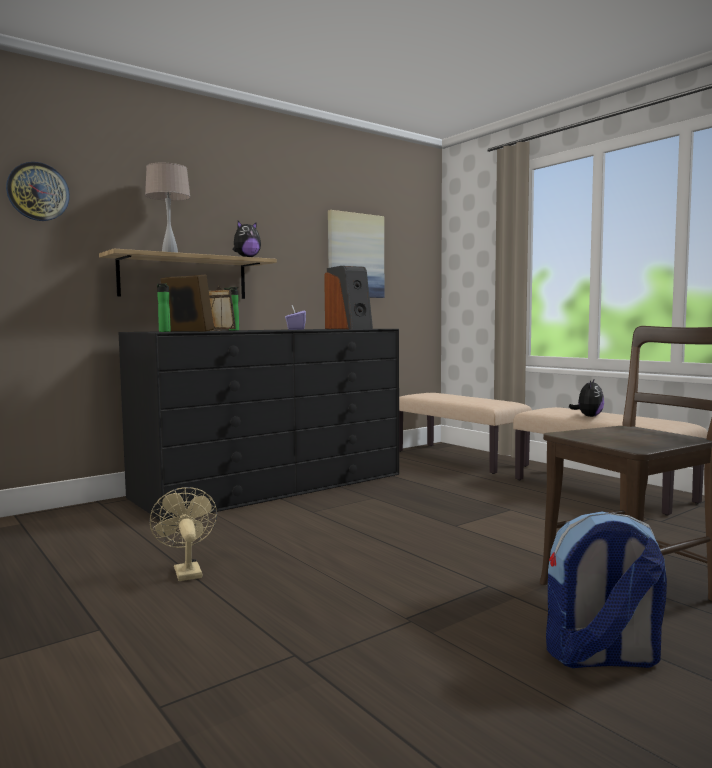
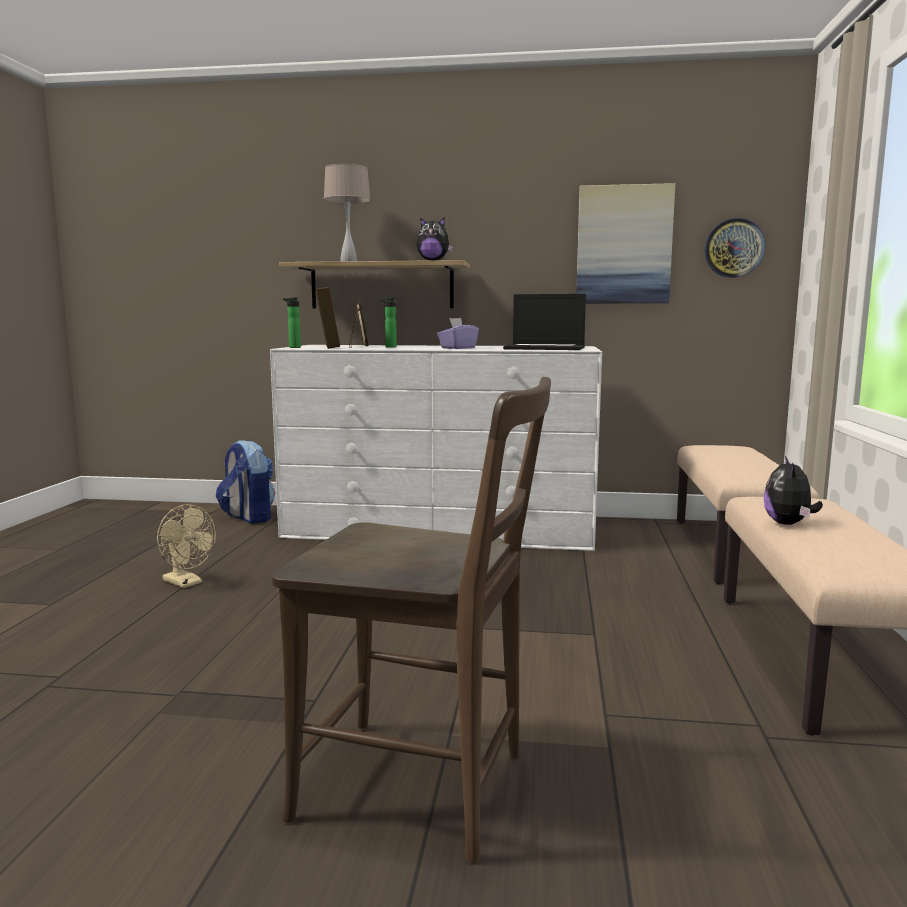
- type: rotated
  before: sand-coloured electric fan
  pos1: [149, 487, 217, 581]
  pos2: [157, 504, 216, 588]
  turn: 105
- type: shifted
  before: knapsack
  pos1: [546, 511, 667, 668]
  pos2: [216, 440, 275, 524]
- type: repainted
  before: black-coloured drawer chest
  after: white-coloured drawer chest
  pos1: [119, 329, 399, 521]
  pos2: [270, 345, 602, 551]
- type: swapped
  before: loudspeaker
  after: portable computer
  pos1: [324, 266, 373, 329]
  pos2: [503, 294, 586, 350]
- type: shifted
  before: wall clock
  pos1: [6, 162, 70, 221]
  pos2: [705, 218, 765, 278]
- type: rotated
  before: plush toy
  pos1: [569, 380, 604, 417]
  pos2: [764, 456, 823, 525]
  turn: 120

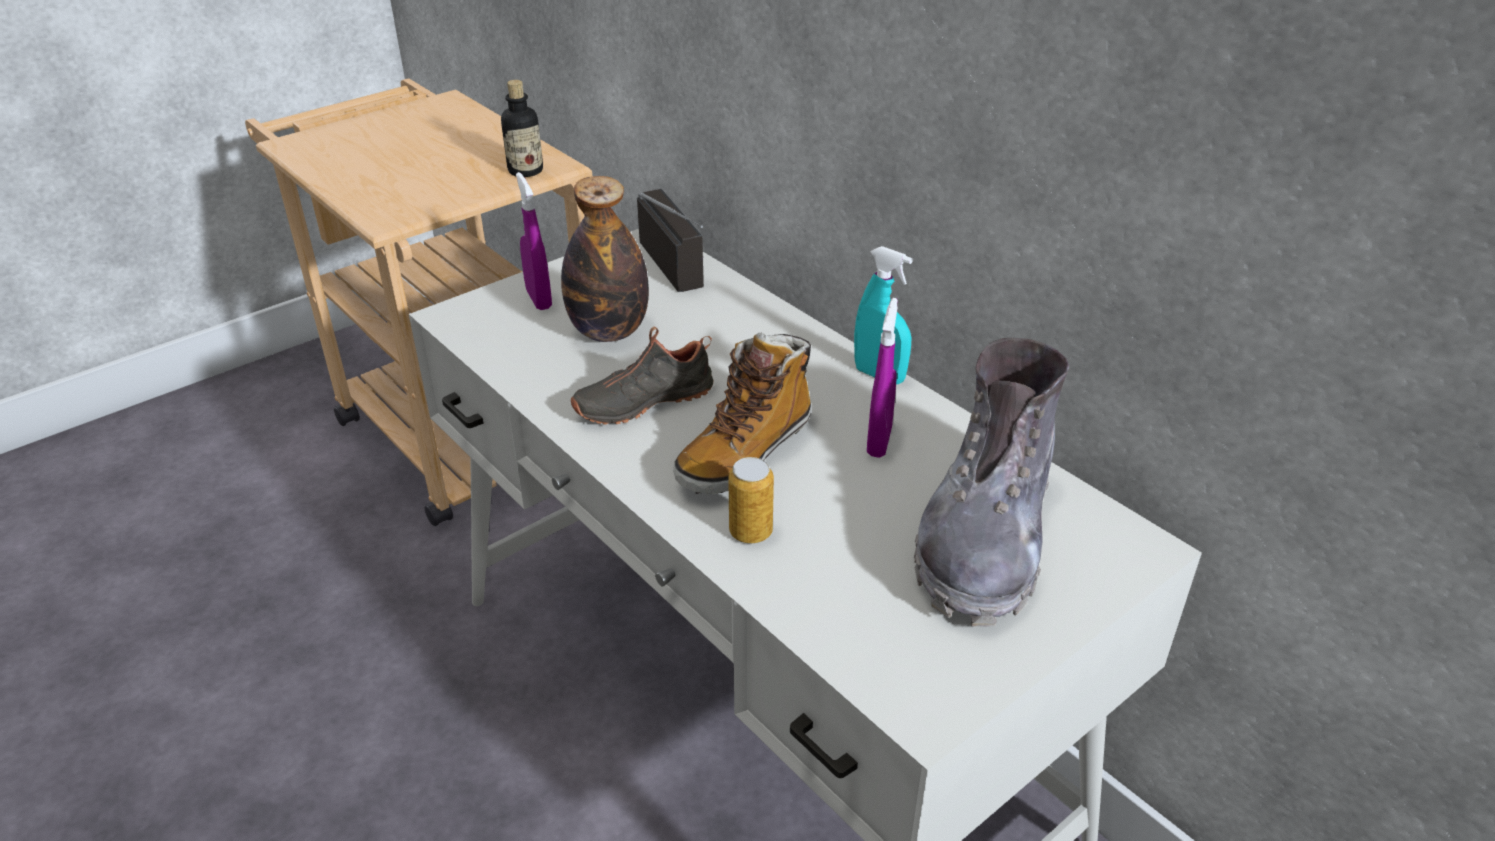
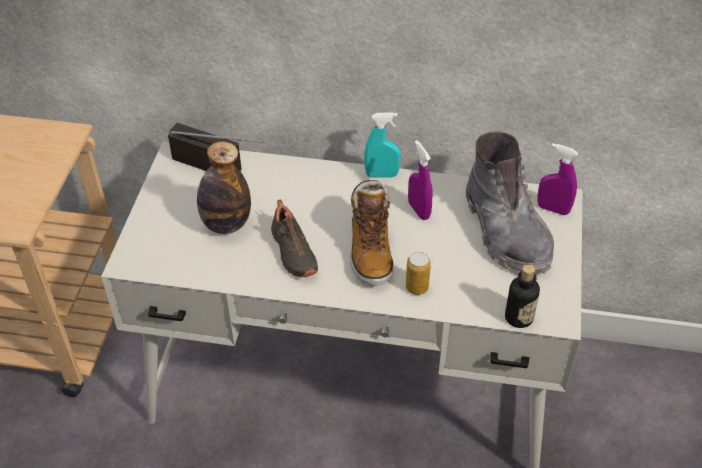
- type: rotated
  before: black-coloured item of footwear
  pos1: [571, 327, 713, 425]
  pos2: [271, 200, 318, 277]
  turn: -45
- type: shifted
  before: beverage bottle
  pos1: [501, 80, 543, 177]
  pos2: [505, 264, 540, 328]
- type: shifted
  before: purplish spray bottle
  pos1: [516, 172, 552, 310]
  pos2: [538, 143, 578, 215]

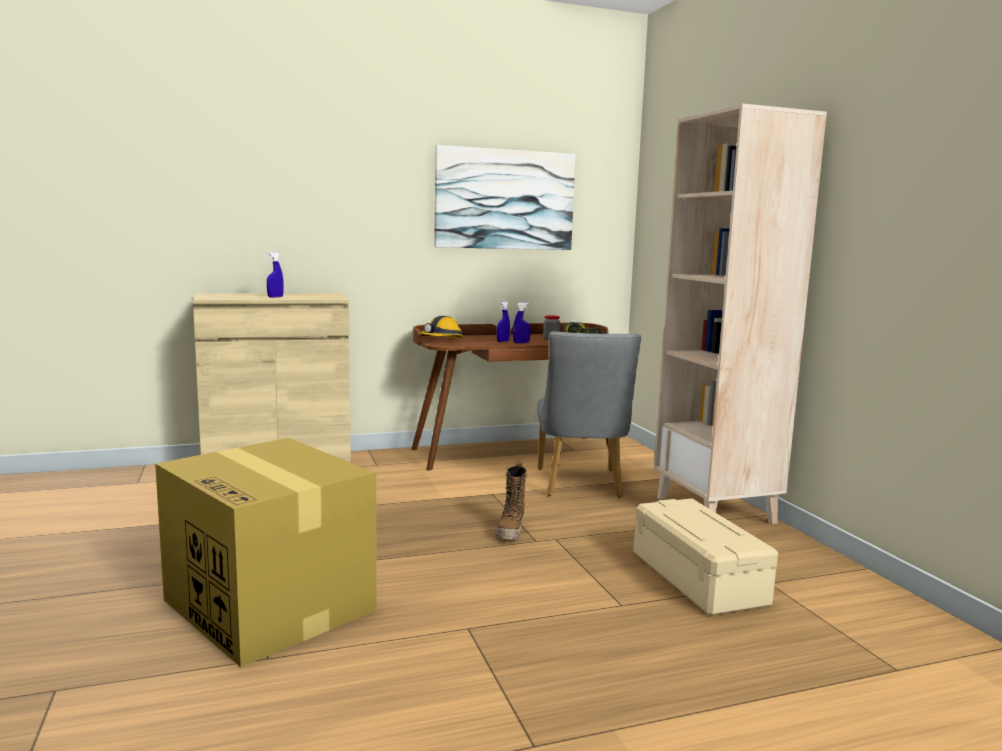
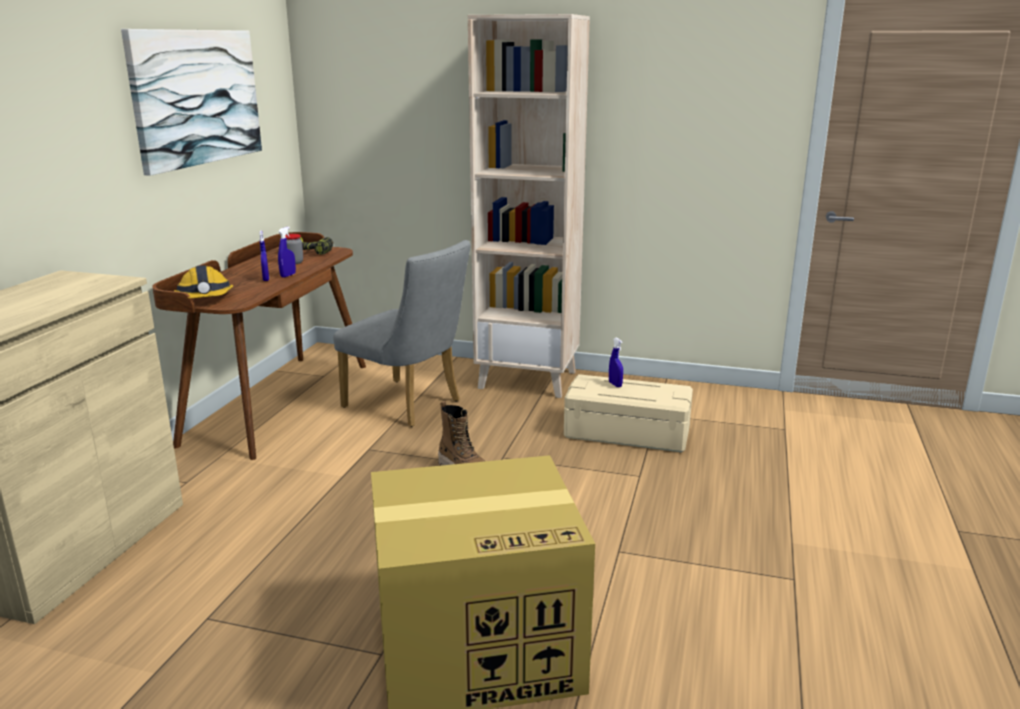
- type: shifted
  before: blue-coloured spray bottle
  pos1: [267, 252, 284, 298]
  pos2: [609, 338, 623, 387]

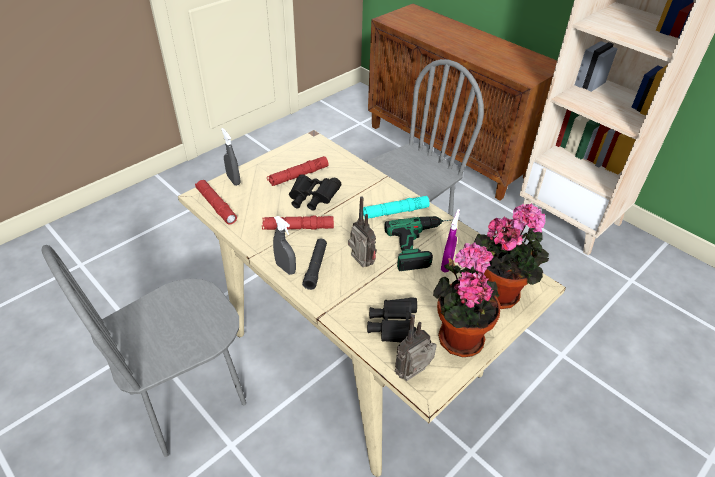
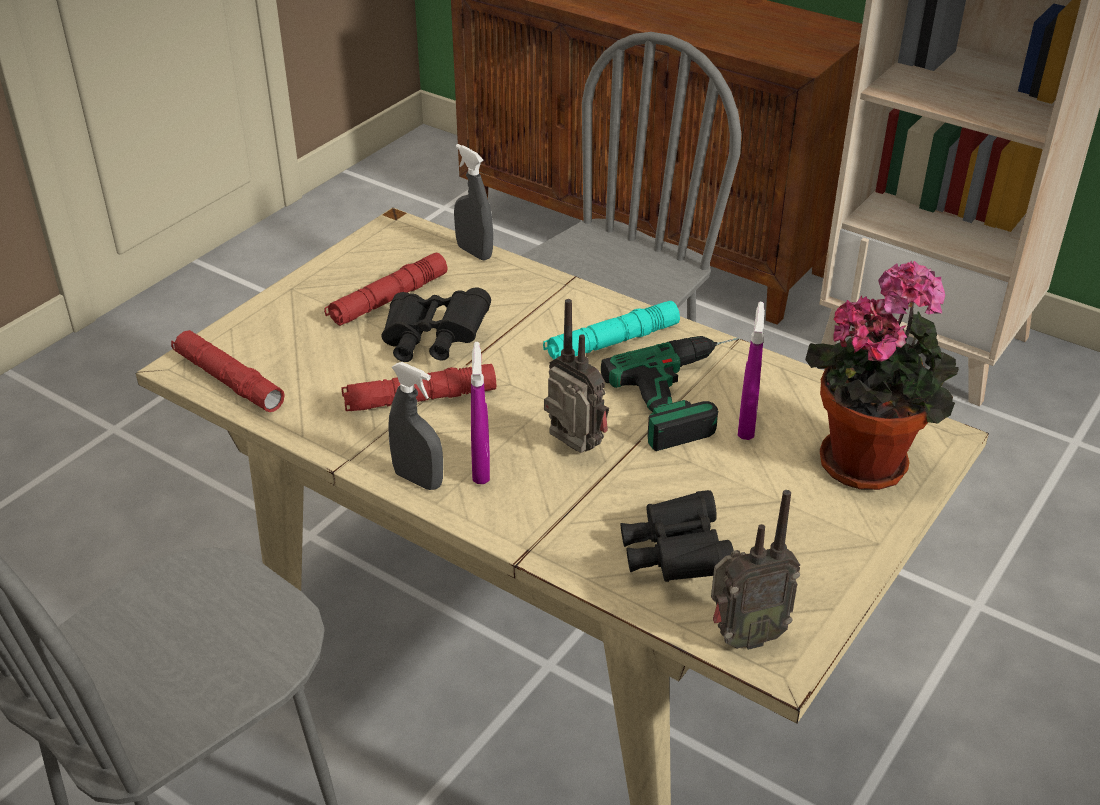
- type: shifted
  before: greyish spray bottle
  pos1: [221, 128, 241, 186]
  pos2: [454, 144, 493, 261]
- type: swapped
  before: black-coloured torch
  after: purplish spray bottle
  pos1: [302, 239, 327, 290]
  pos2: [471, 342, 490, 484]
- type: rotated
  before: radio
  pos1: [394, 314, 437, 381]
  pos2: [711, 490, 800, 650]
  turn: -150
- type: gone
  before: plant in a pot
  pos1: [433, 242, 501, 357]

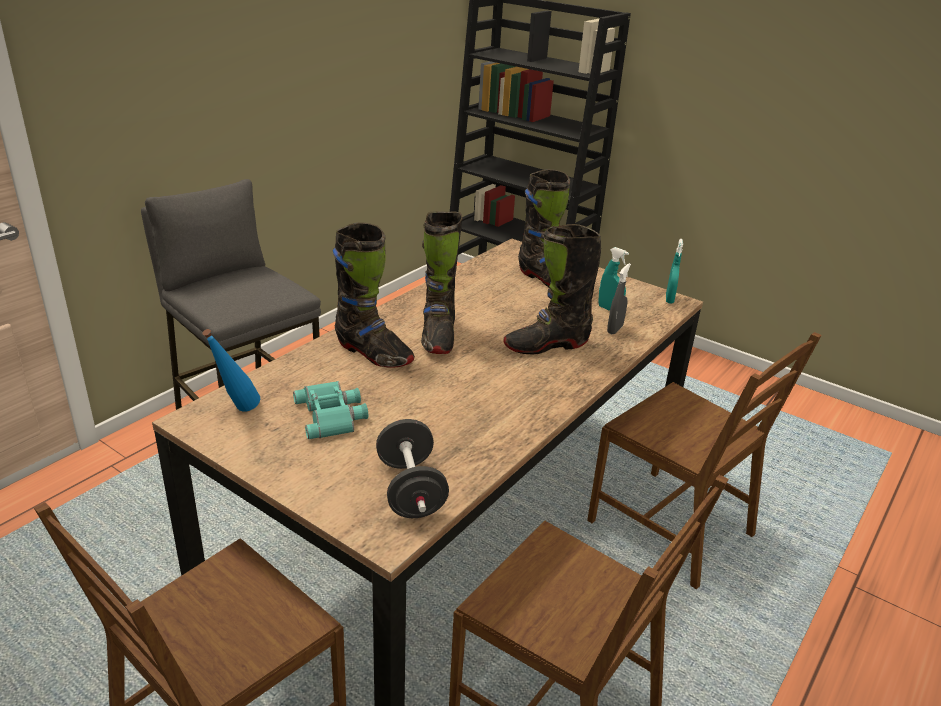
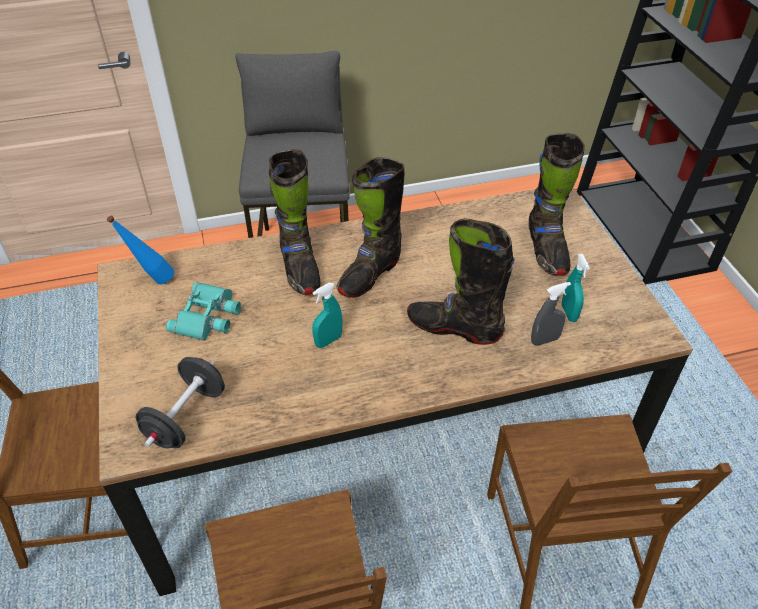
- type: shifted
  before: turquoise-coloured spray bottle
  pos1: [666, 239, 683, 304]
  pos2: [312, 283, 342, 348]

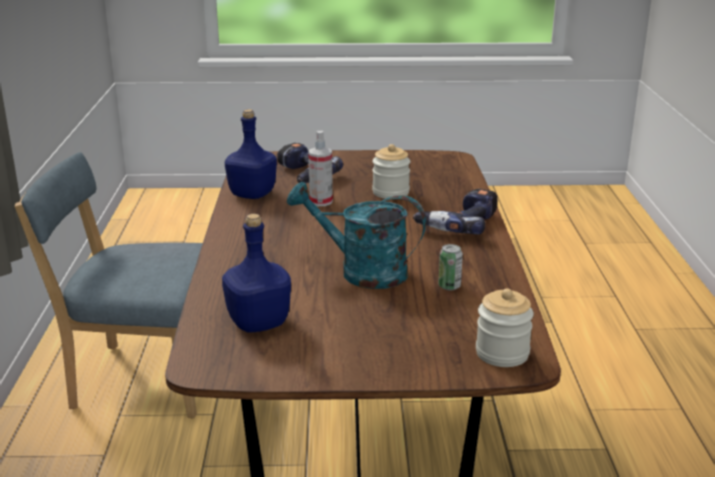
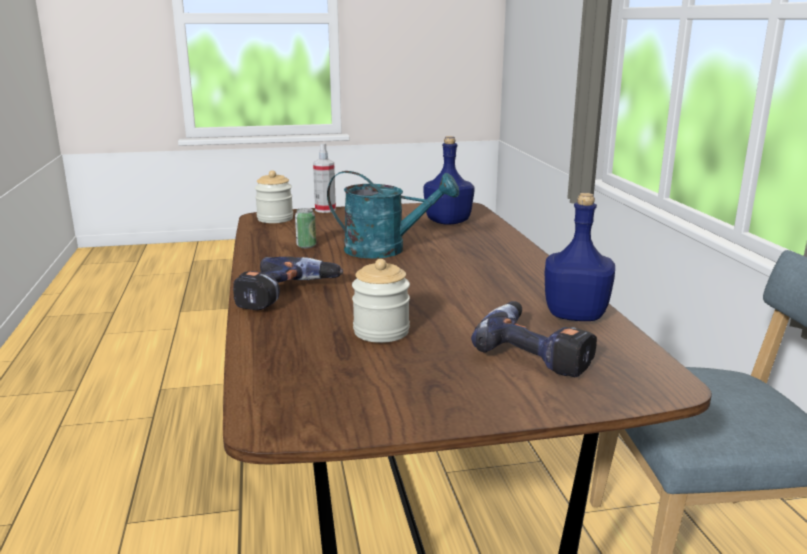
- type: shifted
  before: spray bottle
  pos1: [308, 131, 333, 206]
  pos2: [313, 143, 336, 213]

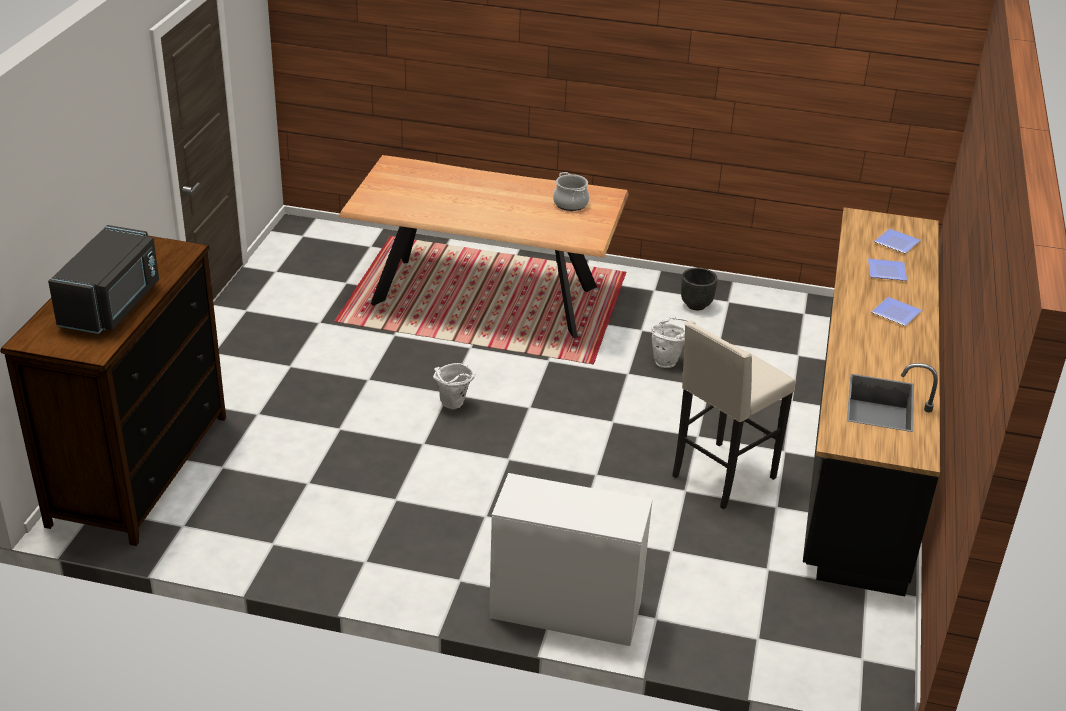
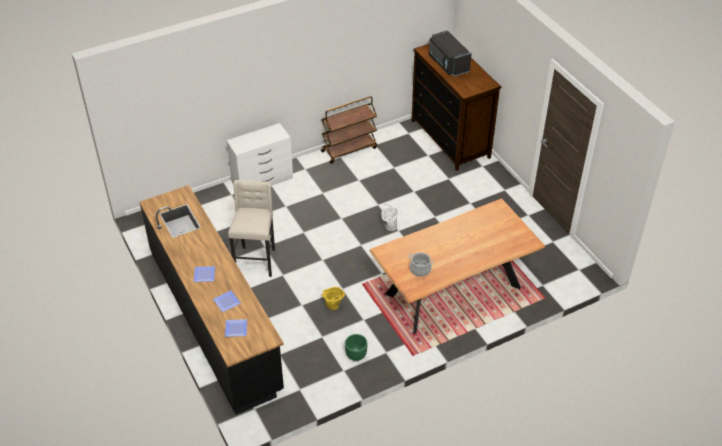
- type: new
  after: brown-coloured trolley
  pos2: [321, 96, 377, 164]
- type: repainted
  before: white-coloured bucket
  after: yellow-coloured bucket
  pos1: [651, 317, 689, 368]
  pos2: [322, 287, 345, 310]
- type: repainted
  before: black-coloured planter
  after: green planter
  pos1: [681, 267, 718, 310]
  pos2: [345, 334, 367, 361]

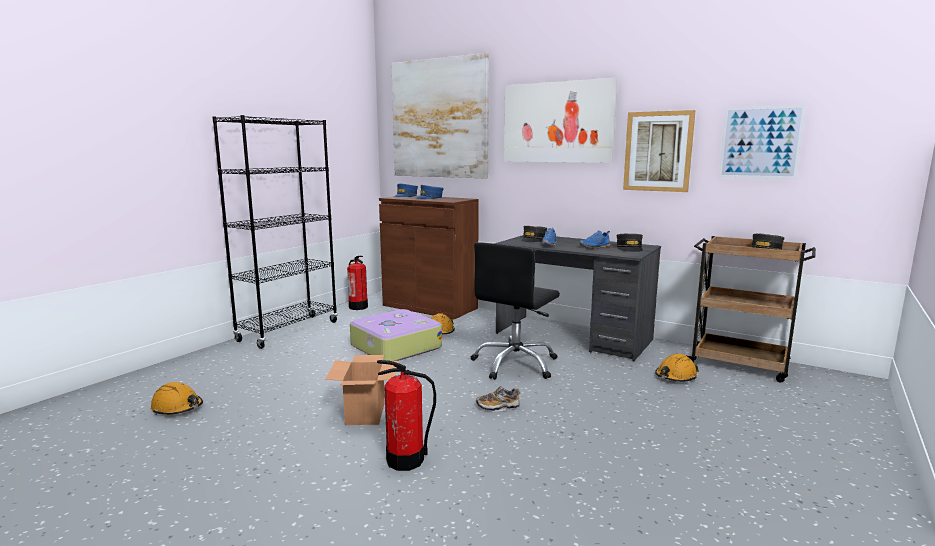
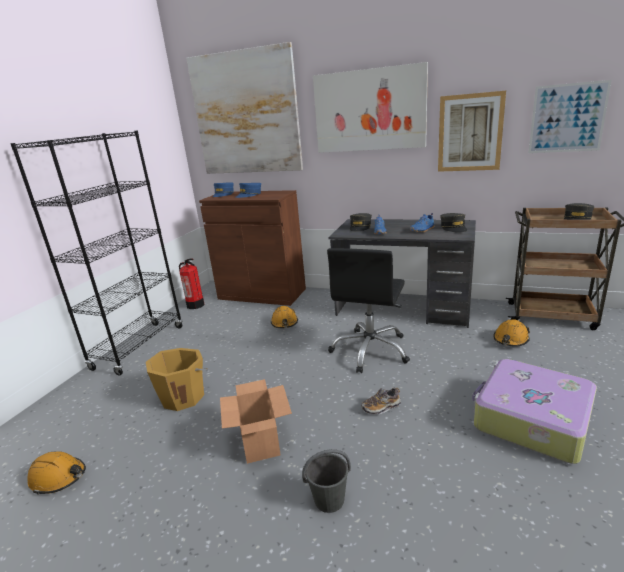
- type: new
  after: orange-coloured bucket
  pos2: [146, 348, 208, 411]
- type: swapped
  before: extinguisher
  after: greyish bucket
  pos1: [377, 360, 436, 471]
  pos2: [302, 449, 351, 513]
- type: shifted
  before: suitcase
  pos1: [350, 309, 442, 361]
  pos2: [472, 359, 597, 464]

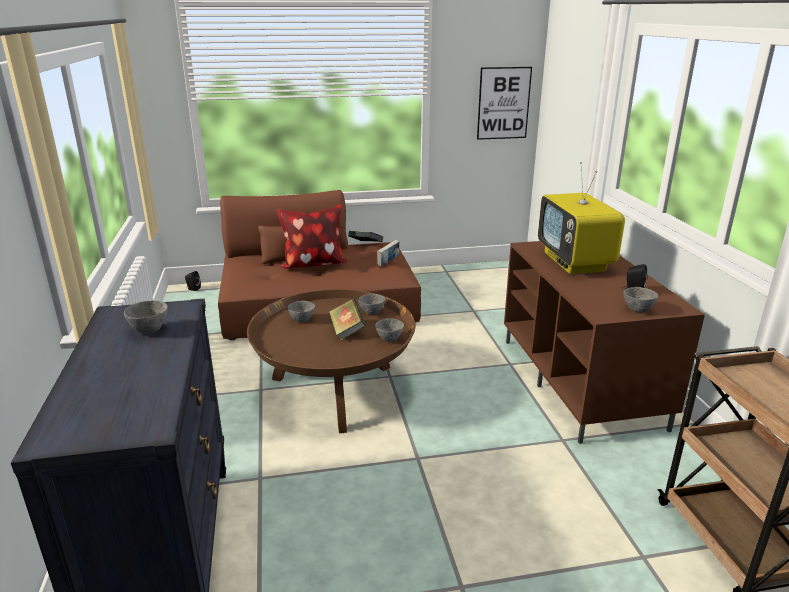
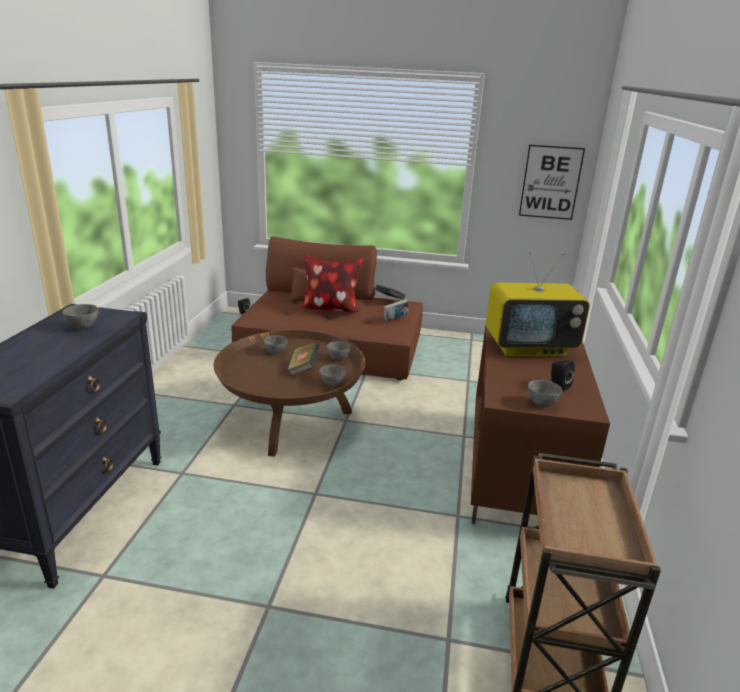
- type: rotated
  before: TV set
  pos1: [538, 162, 625, 274]
  pos2: [486, 252, 590, 356]
  turn: -105

